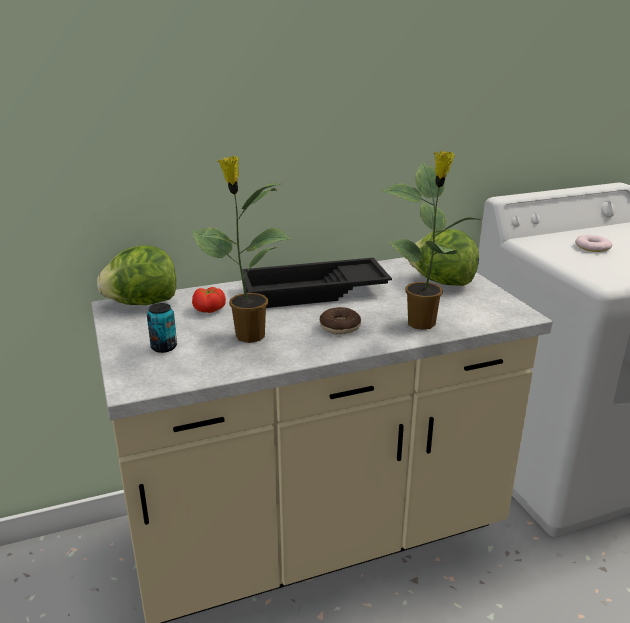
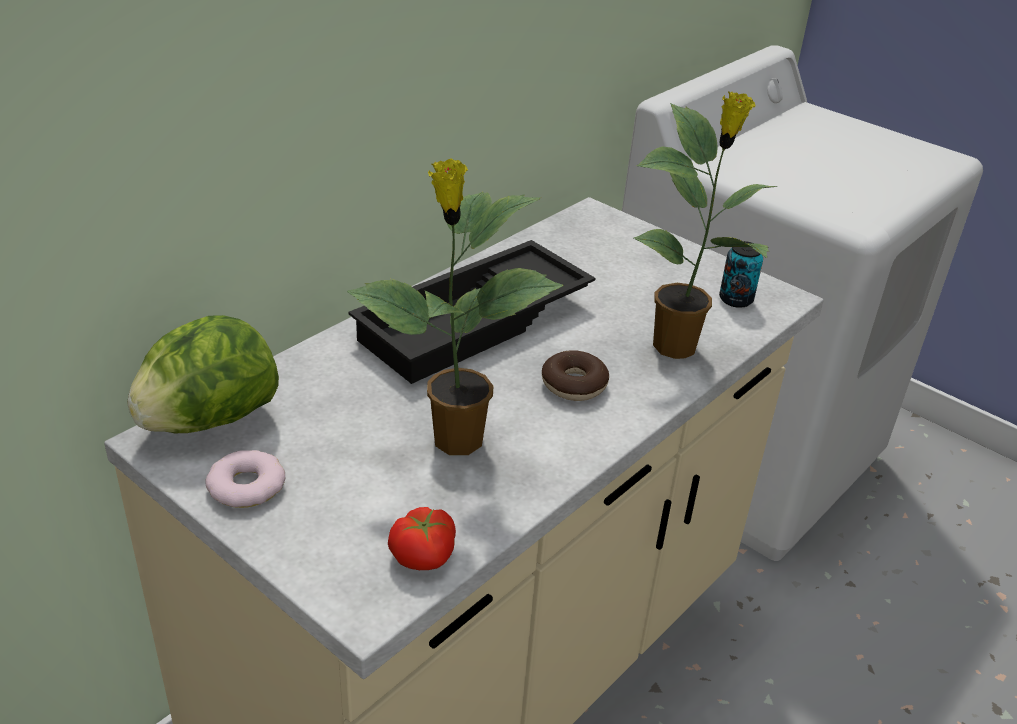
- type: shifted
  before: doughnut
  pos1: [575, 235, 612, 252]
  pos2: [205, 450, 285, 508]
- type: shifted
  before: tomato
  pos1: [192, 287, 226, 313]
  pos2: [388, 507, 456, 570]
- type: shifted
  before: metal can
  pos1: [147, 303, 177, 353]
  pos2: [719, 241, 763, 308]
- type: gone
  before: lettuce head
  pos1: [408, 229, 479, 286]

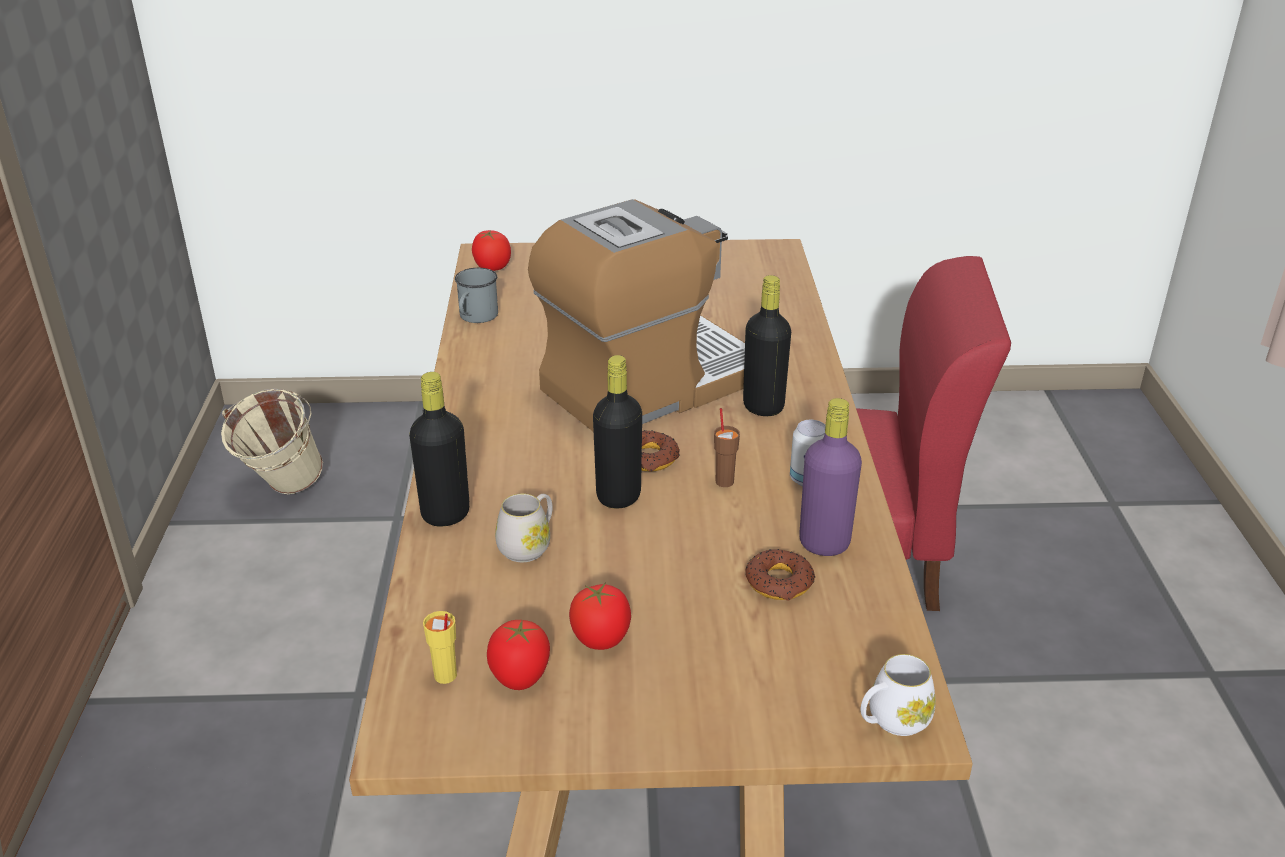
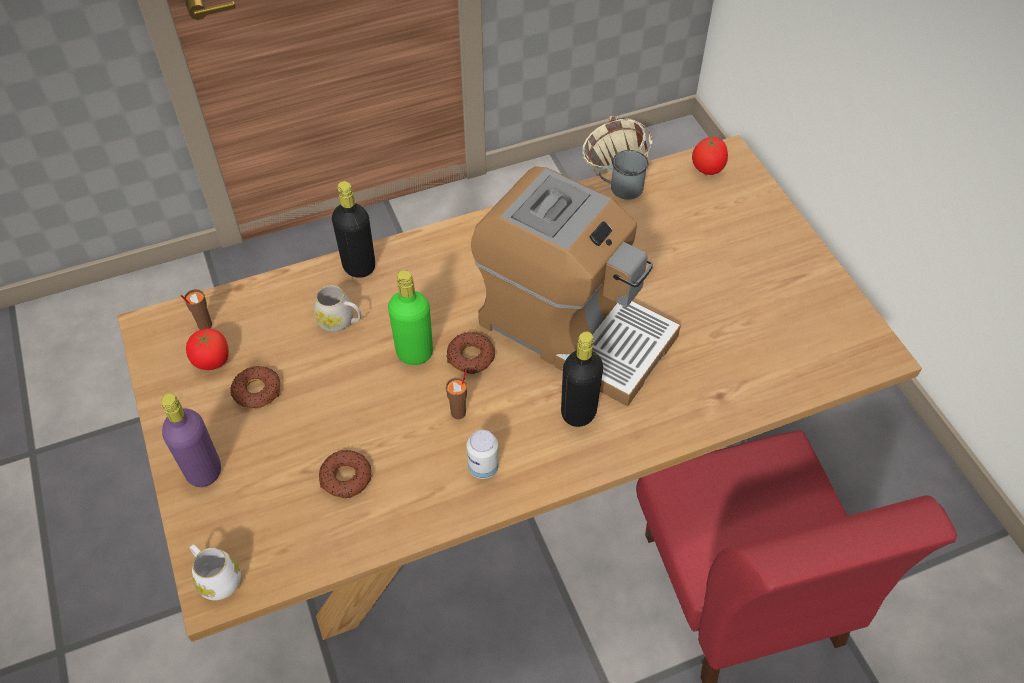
- type: shifted
  before: purplish beverage bottle
  pos1: [799, 398, 862, 556]
  pos2: [161, 393, 221, 487]
- type: repainted
  before: yellow-coloured drinking cup
  after: brown-coloured drinking cup
  pos1: [423, 611, 457, 684]
  pos2: [180, 289, 212, 330]
- type: swapped
  before: tomato
  after: doughnut
  pos1: [569, 582, 631, 650]
  pos2: [230, 366, 280, 409]
- type: repainted
  before: black-coloured beverage bottle
  after: green beverage bottle
  pos1: [593, 355, 642, 509]
  pos2: [388, 270, 433, 365]

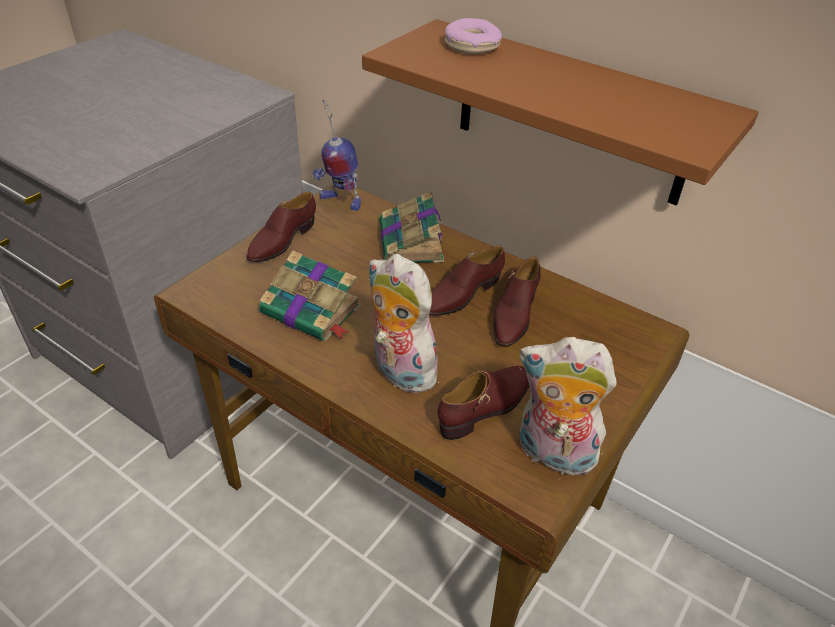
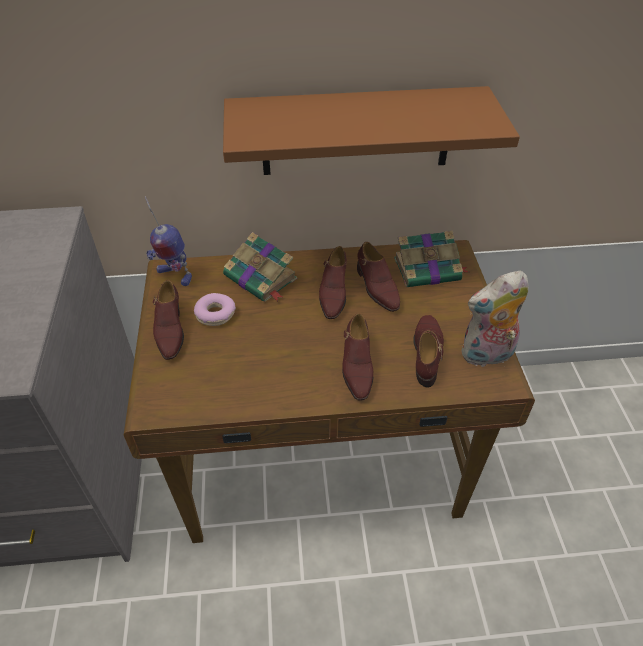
- type: rotated
  before: model robot
  pos1: [313, 100, 361, 211]
  pos2: [145, 196, 192, 286]
  turn: 45
- type: shifted
  before: doughnut
  pos1: [445, 18, 502, 54]
  pos2: [194, 293, 236, 326]
- type: swapped
  before: plush toy
  after: brown-coloured item of footwear
  pos1: [368, 254, 442, 393]
  pos2: [342, 313, 373, 401]
- type: shifted
  before: bound book
  pos1: [259, 251, 361, 341]
  pos2: [394, 230, 469, 287]

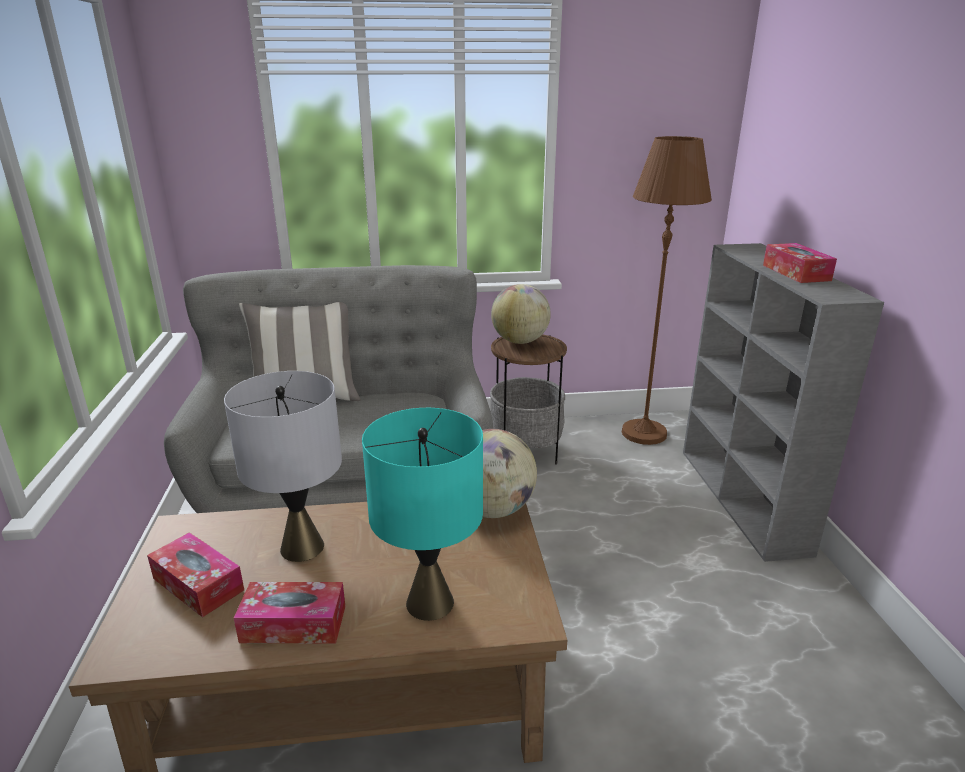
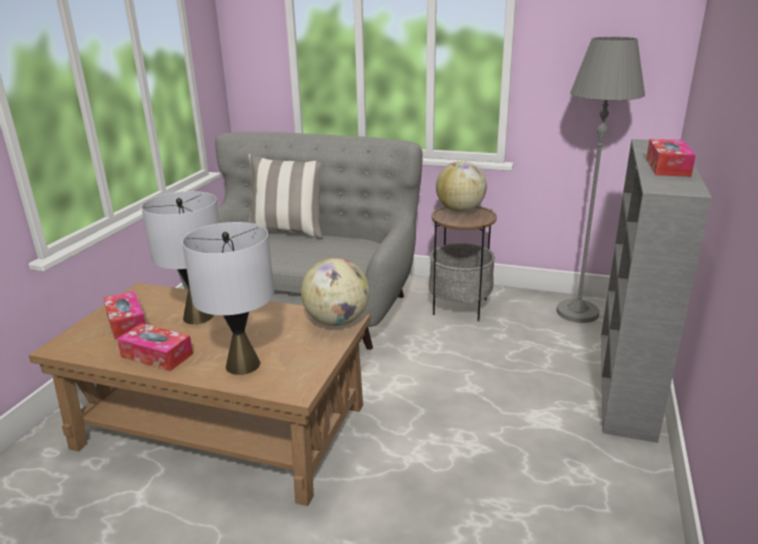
- type: repainted
  before: turquoise-coloured tabletop lamp
  after: greyish tabletop lamp
  pos1: [362, 408, 483, 621]
  pos2: [182, 222, 274, 375]
- type: repainted
  before: brown-coloured floor lamp
  after: greyish floor lamp
  pos1: [622, 136, 712, 445]
  pos2: [556, 37, 645, 323]

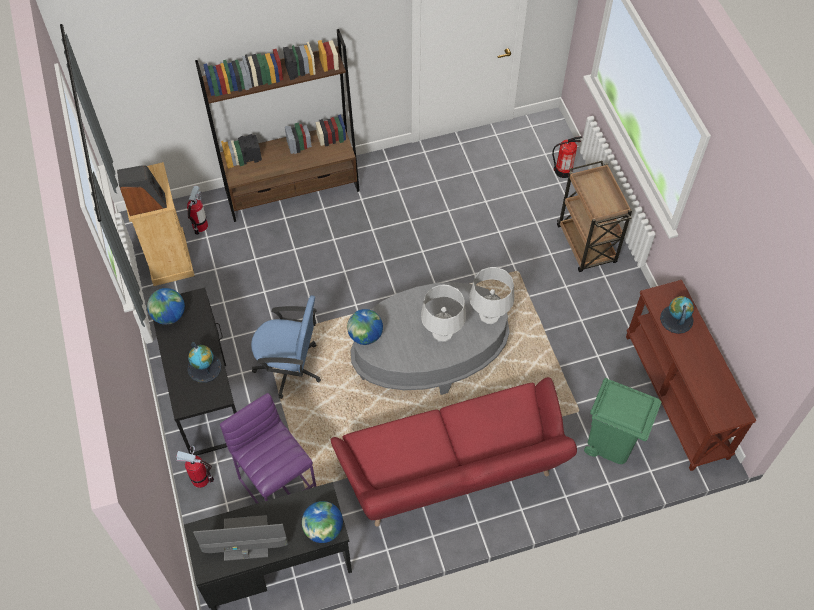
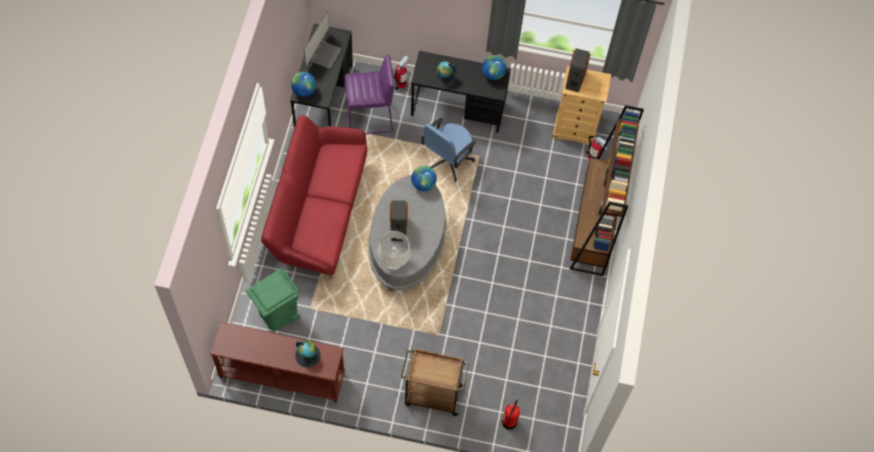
- type: swapped
  before: greyish tabletop lamp
  after: loudspeaker
  pos1: [421, 285, 466, 342]
  pos2: [390, 201, 408, 241]

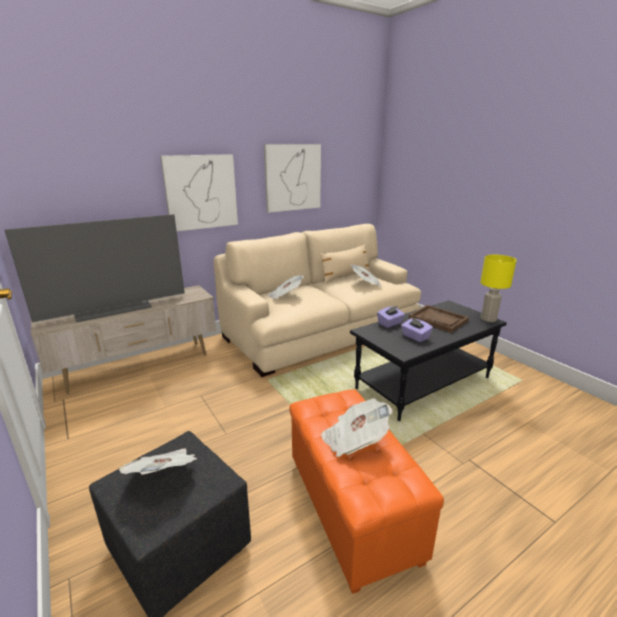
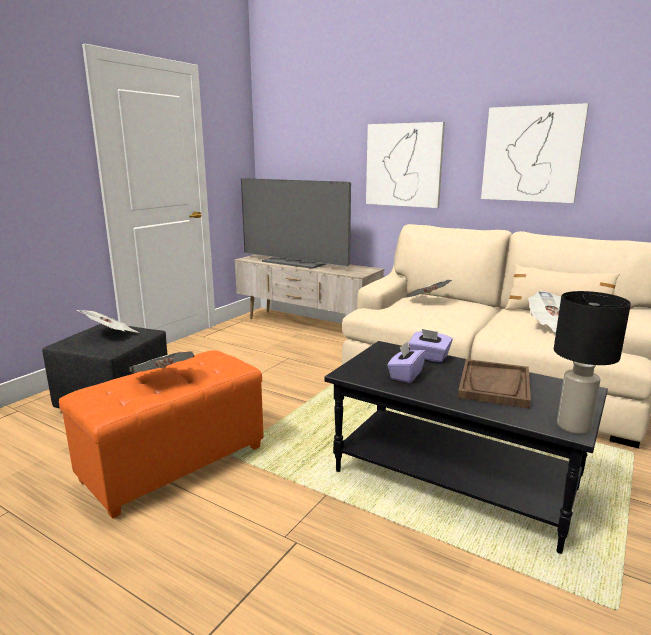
- type: repainted
  before: yellow-coloured tabletop lamp
  after: black-coloured tabletop lamp
  pos1: [480, 255, 517, 322]
  pos2: [554, 291, 631, 434]

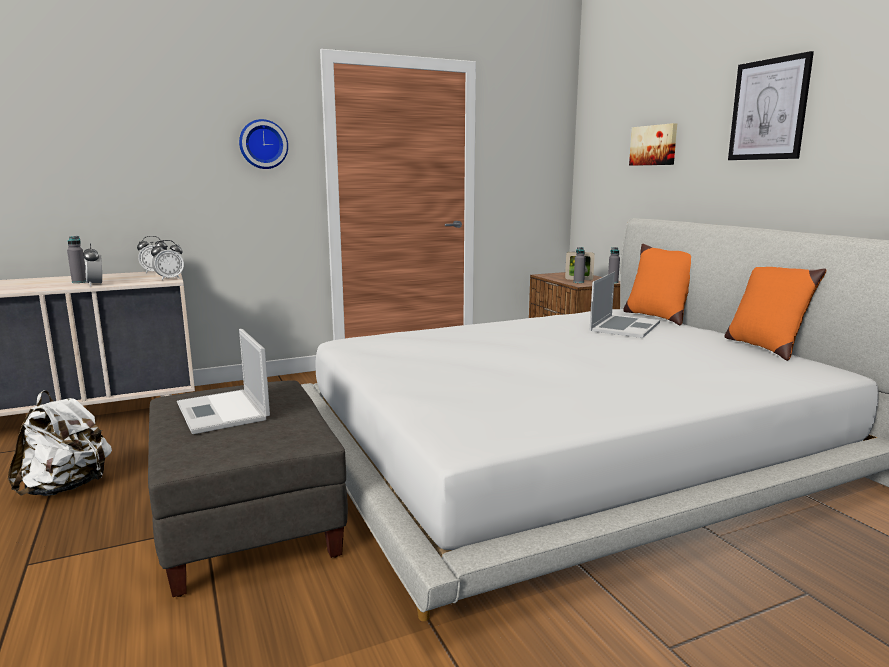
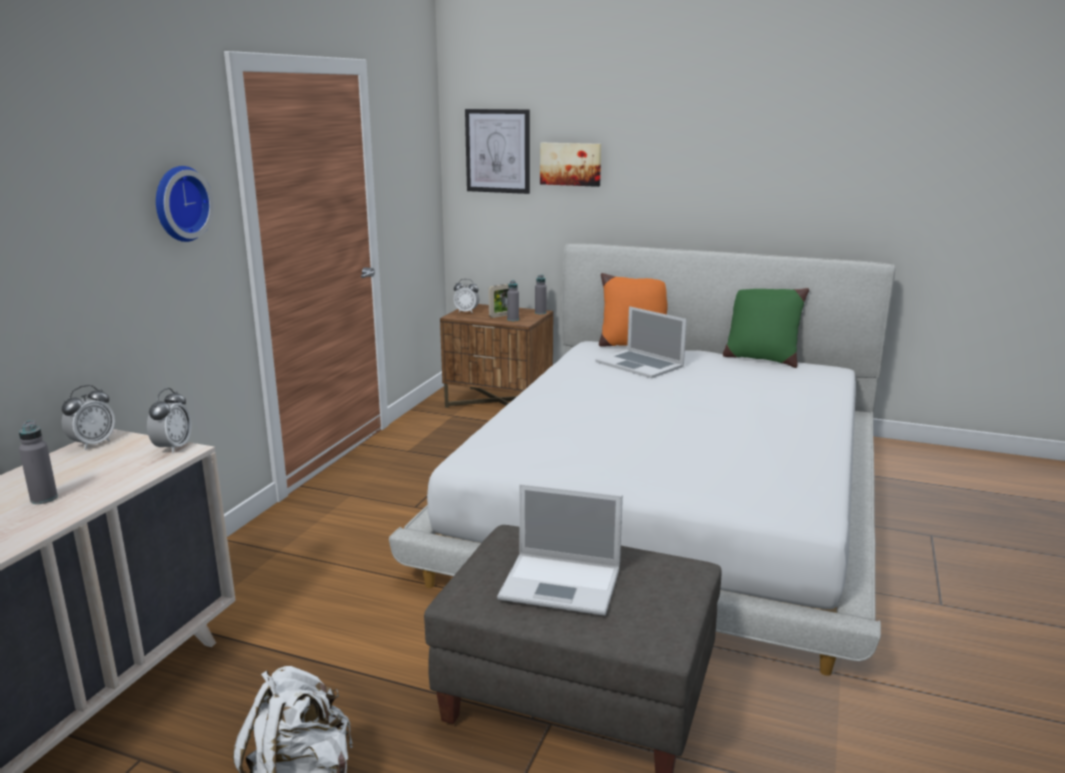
- type: shifted
  before: table clock
  pos1: [83, 244, 102, 286]
  pos2: [454, 279, 480, 313]
- type: shifted
  before: wall art
  pos1: [728, 51, 814, 160]
  pos2: [465, 109, 530, 194]
- type: rotated
  before: portable computer
  pos1: [590, 272, 660, 338]
  pos2: [595, 306, 687, 379]
  turn: 150
- type: repainted
  before: orange-coloured throw pillow
  after: green throw pillow
  pos1: [725, 267, 826, 361]
  pos2: [723, 288, 809, 368]

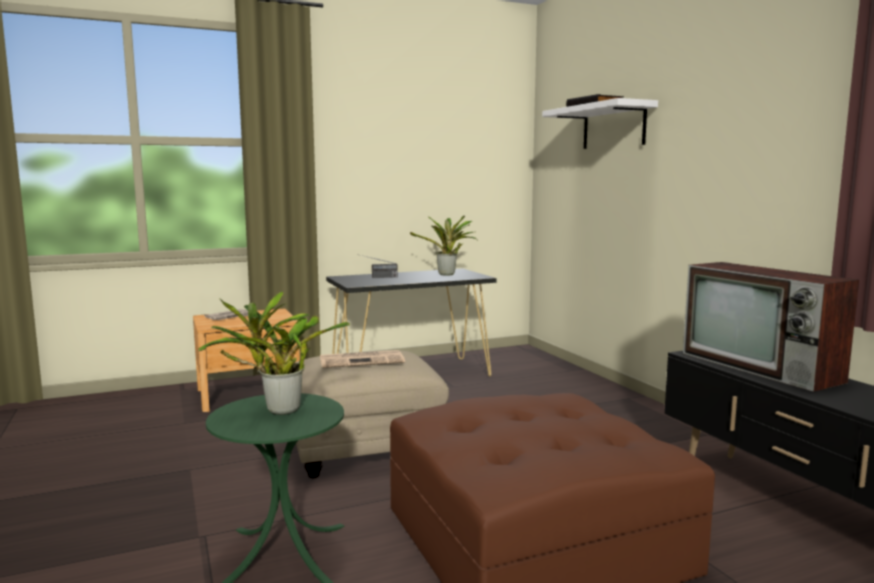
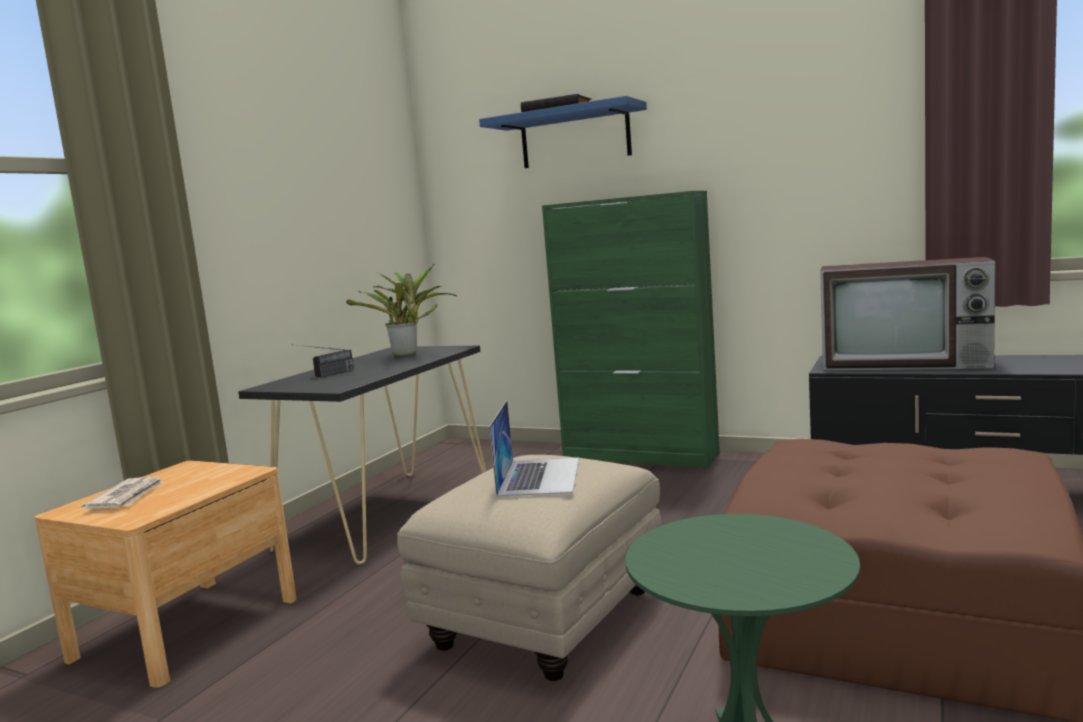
- type: repainted
  before: white-coloured shelf
  after: blue-coloured shelf
  pos1: [542, 98, 658, 149]
  pos2: [479, 96, 647, 168]
- type: swapped
  before: newspaper
  after: portable computer
  pos1: [320, 350, 405, 368]
  pos2: [489, 400, 579, 497]
- type: new
  after: green storage cabinet
  pos2: [542, 191, 720, 468]
- type: gone
  before: plant in a pot
  pos1: [198, 291, 350, 415]

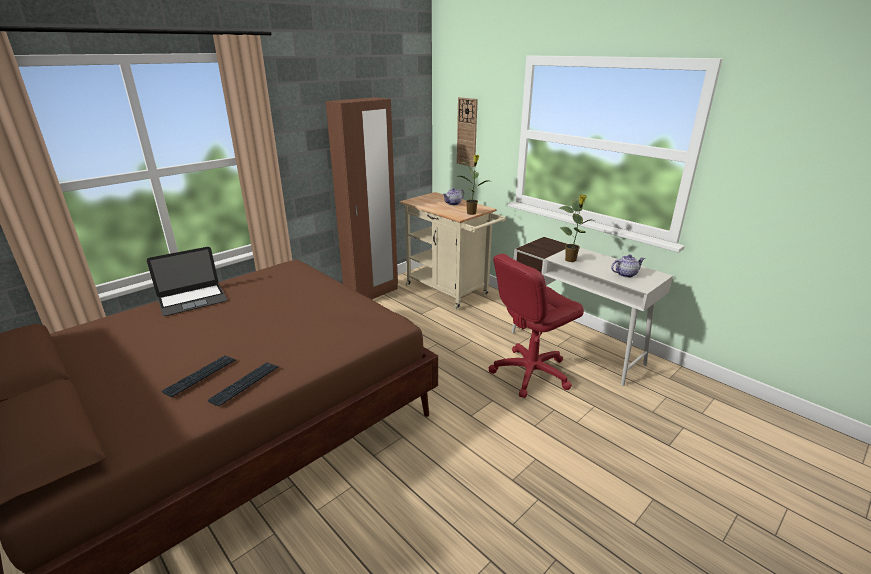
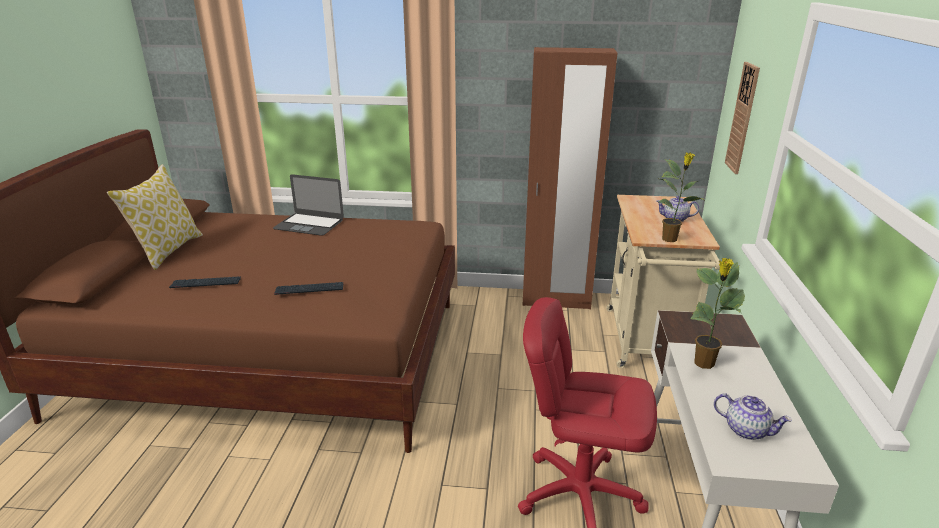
- type: new
  after: throw pillow
  pos2: [107, 164, 203, 270]
- type: shifted
  before: PC keyboard
  pos1: [208, 362, 278, 407]
  pos2: [274, 282, 343, 295]

